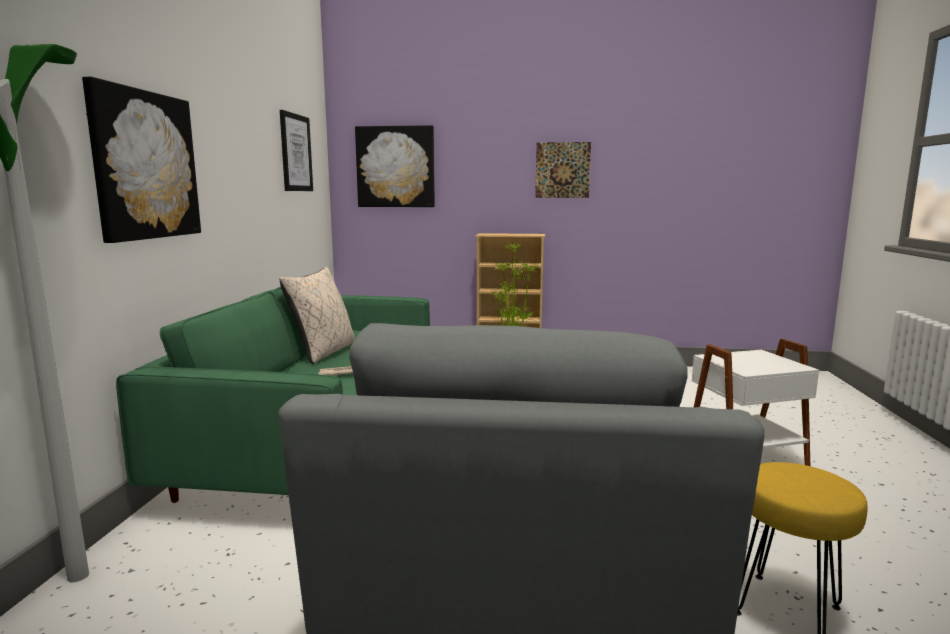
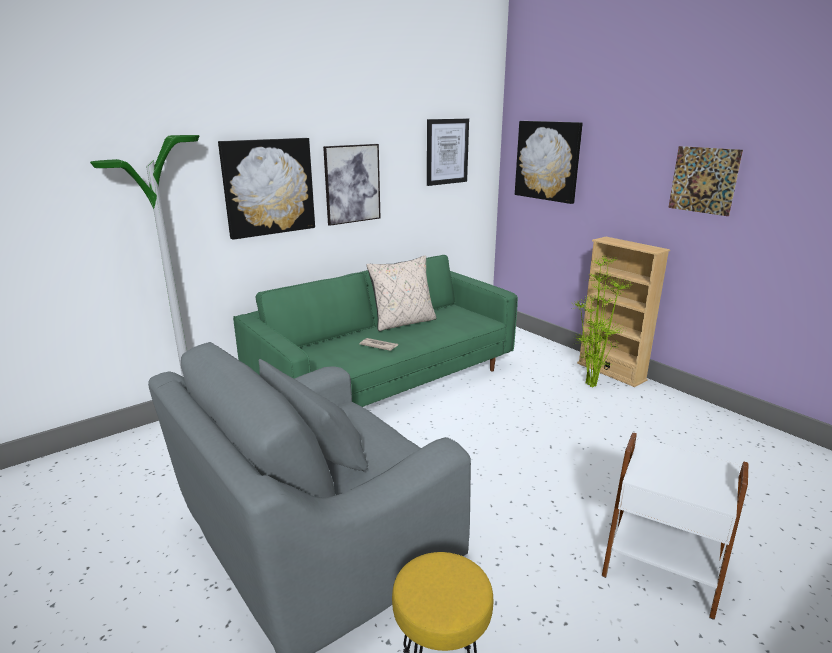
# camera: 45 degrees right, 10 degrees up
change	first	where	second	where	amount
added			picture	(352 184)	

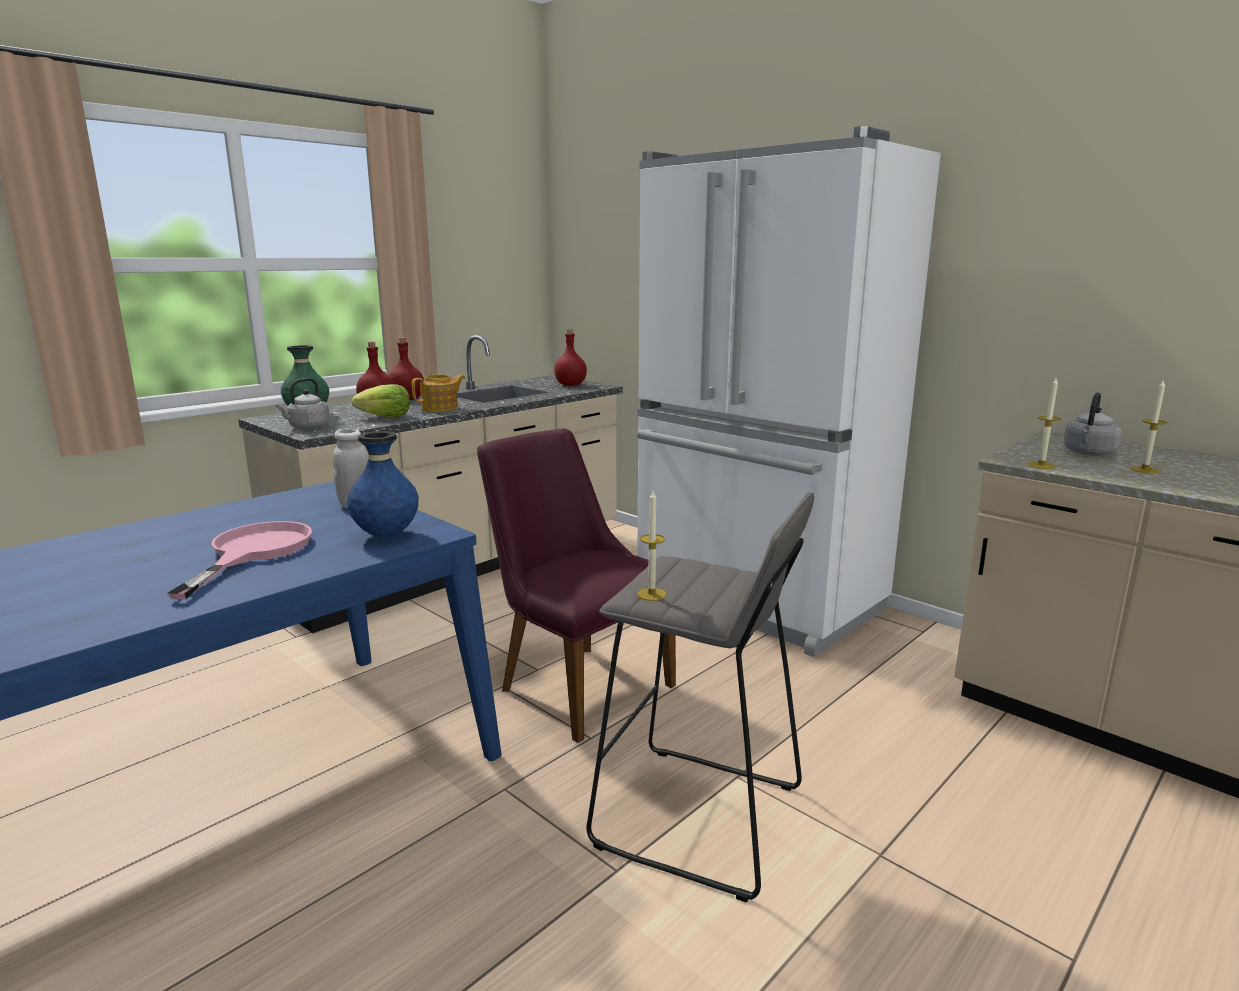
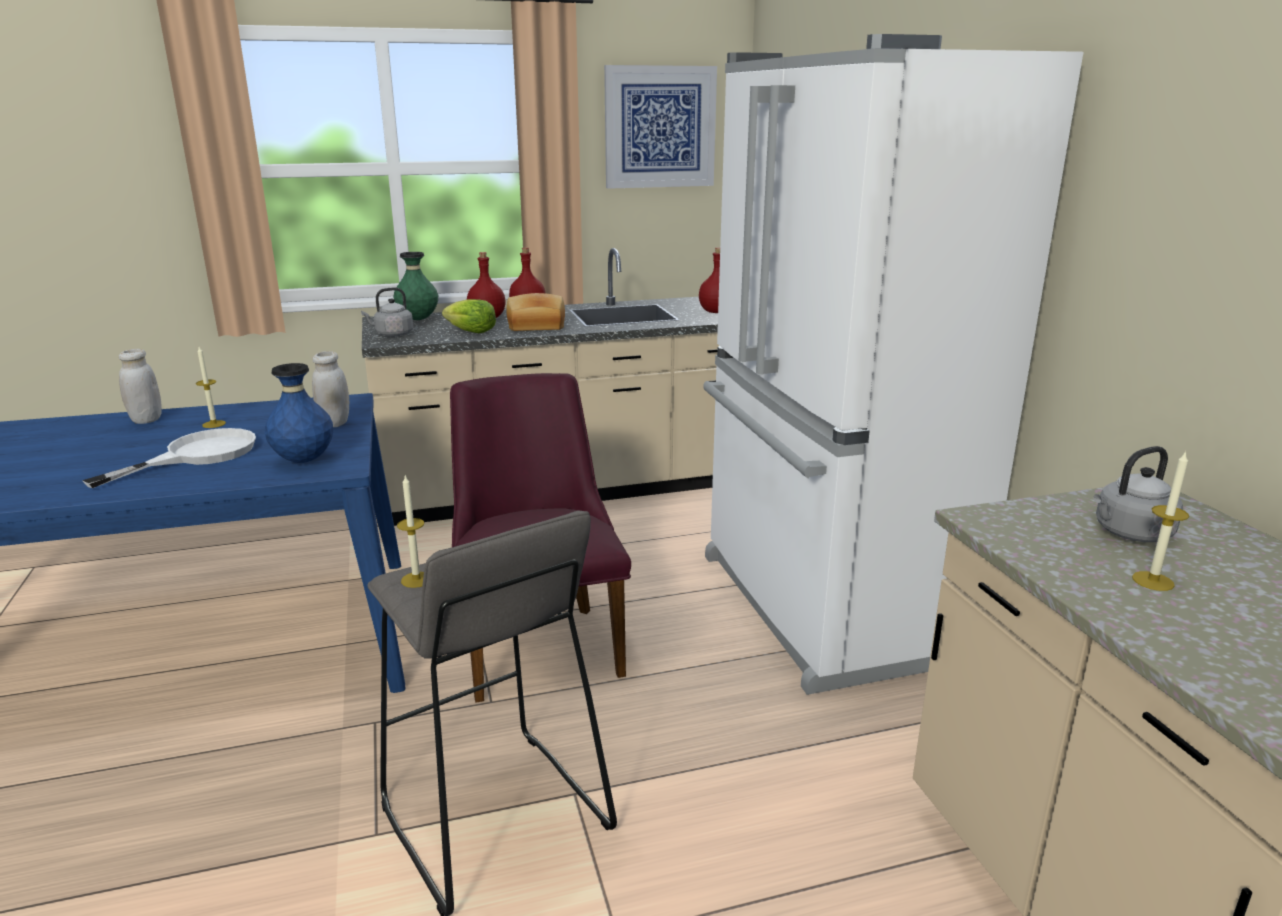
# camera: 30 degrees right, 5 degrees up
change	first	where	second	where	amount
recoloured	pink-coloured_frying_pan	(253 552)	white_frying_pan	(197 455)	
replaced	teapot	(441 408)	baked_bread	(536 327)	
moved	candle	(1041 465)		(214 424)	
added			white_jar	(146 420)	
added			picture	(660 127)	

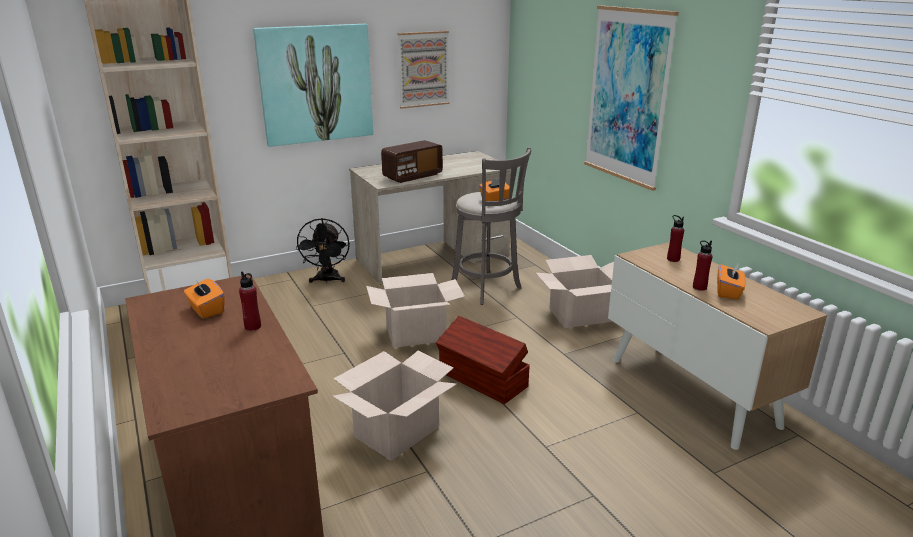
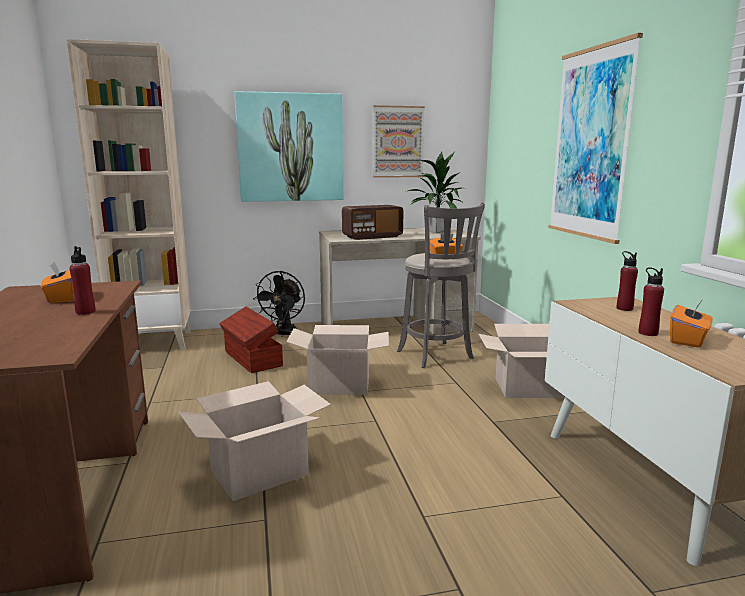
# camera: 15 degrees right, 10 degrees down
change	first	where	second	where	amount
moved	brownish_storage_box	(482 380)		(252 359)	
added			houseplant	(436 232)	

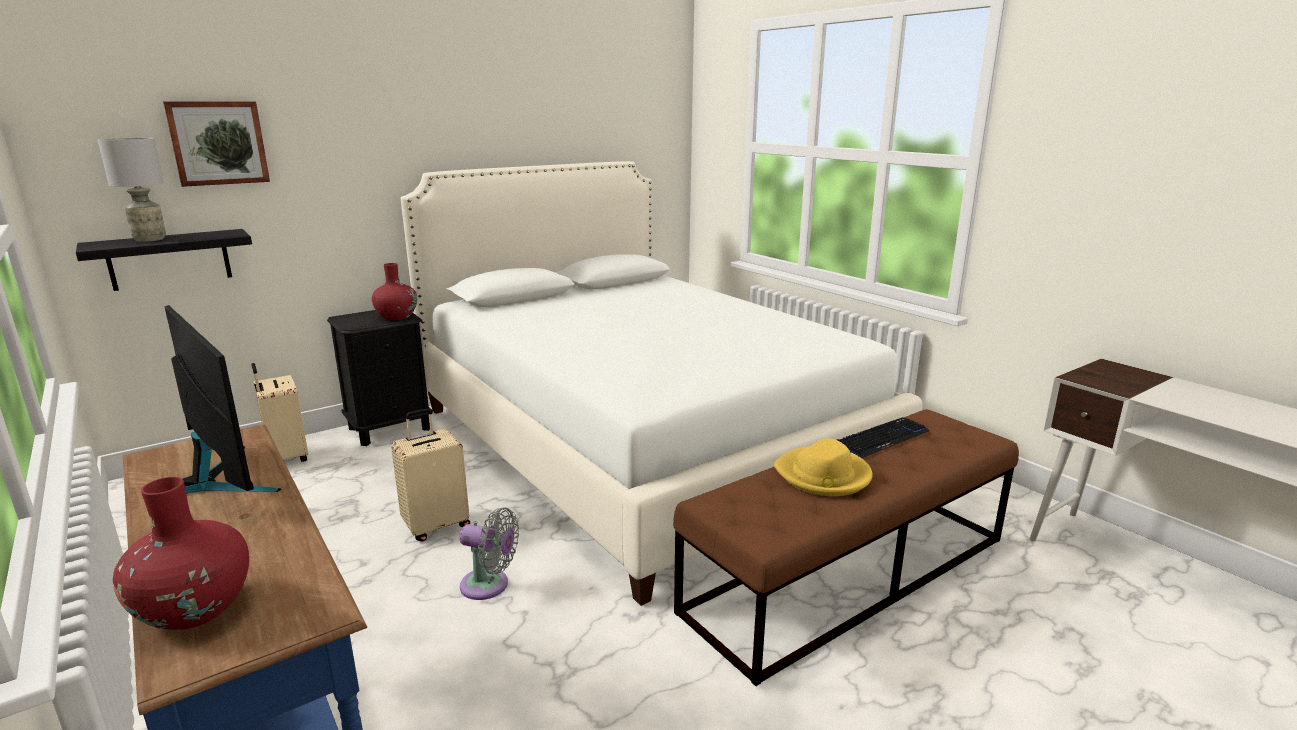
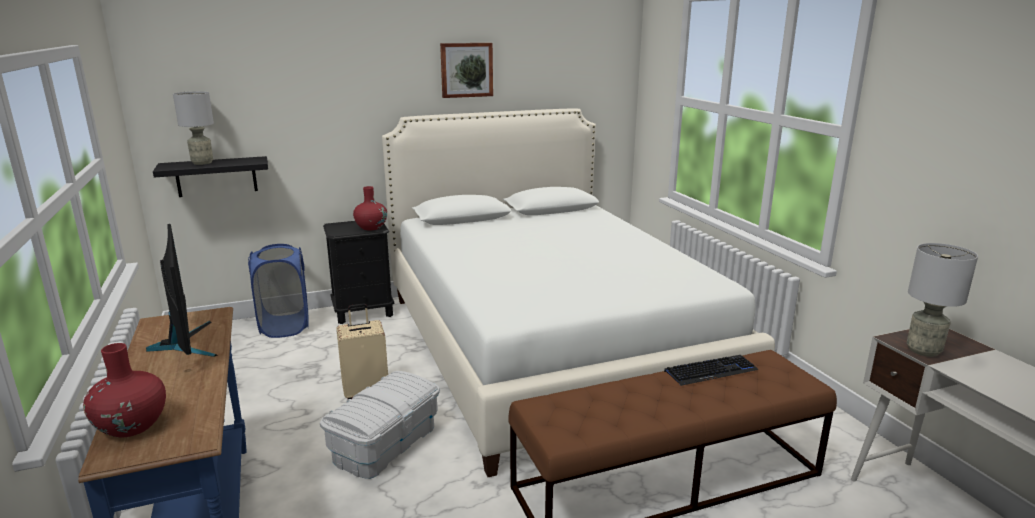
# camera: 15 degrees right, 0 degrees up
change	first	where	second	where	amount
moved	picture	(218 143)		(466 70)	
replaced	sand-coloured_piece_of_luggage	(286 458)	blue-coloured_hamper	(285 326)	
replaced	greyish_cooling_fan	(489 586)	white_storage_box	(385 443)	
removed	yellow_hat	(823 475)			
added			greyish_table_lamp	(923 350)	

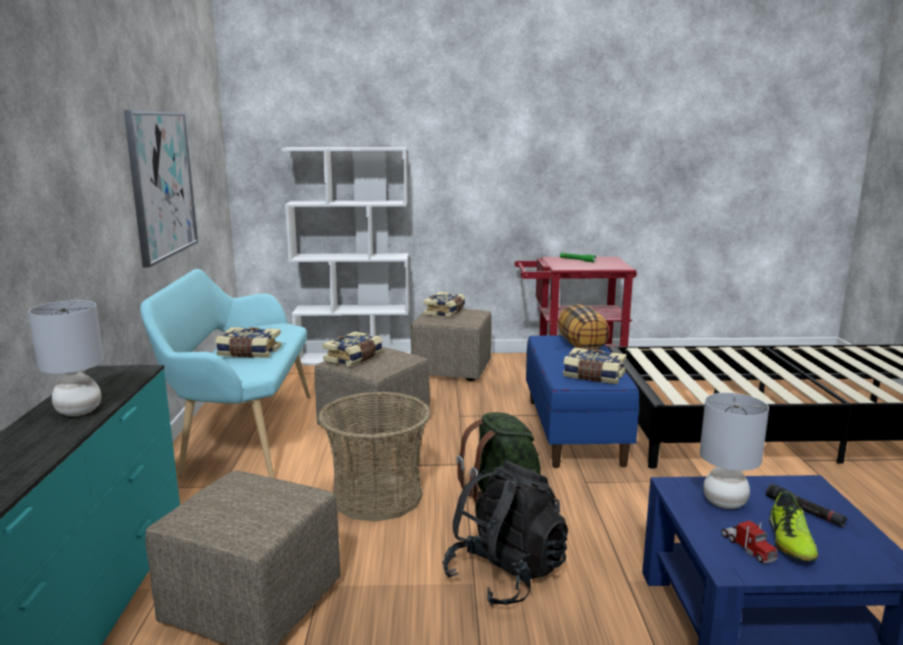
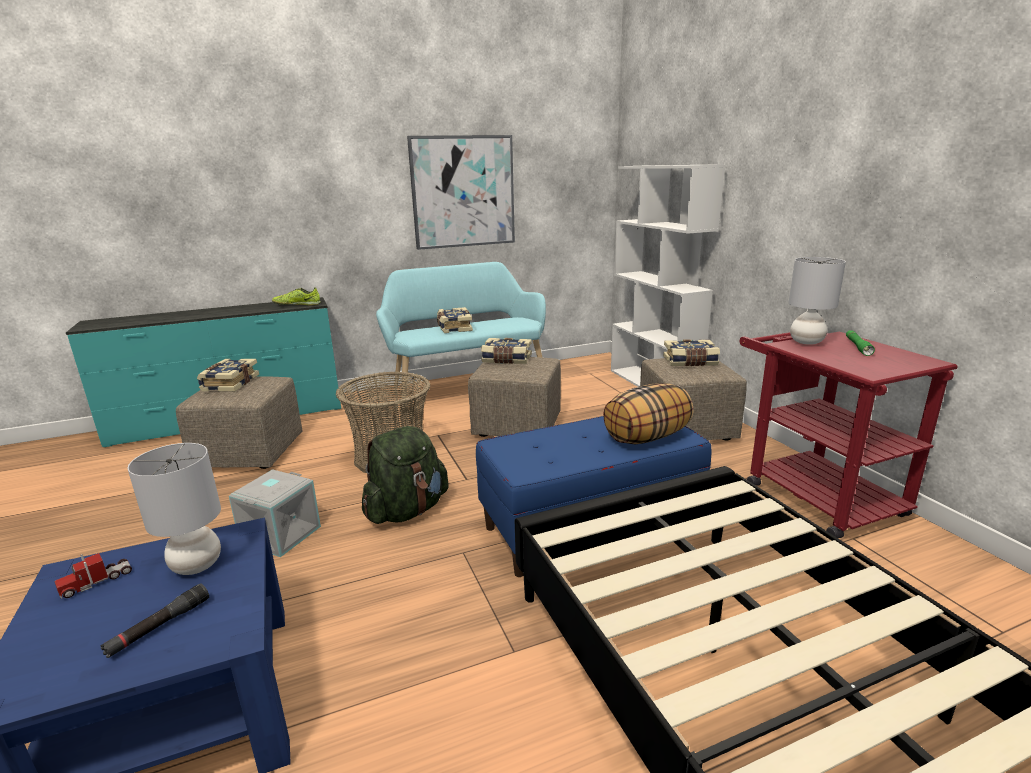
# camera: 70 degrees right, 5 degrees up
change	first	where	second	where	amount
moved	greyish_table_lamp	(78 411)		(806 342)	
replaced	black-coloured_rucksack	(505 575)	greyish_storage_box	(280 534)	
moved	bound_book	(593 376)		(229 384)	
moved	item_of_footwear	(790 542)		(297 305)	

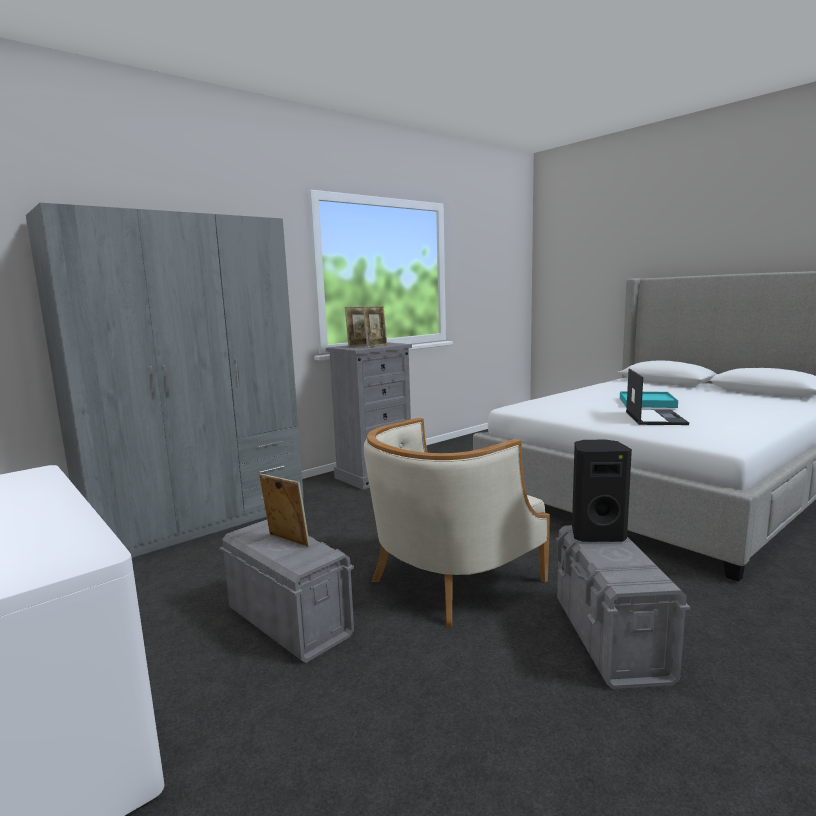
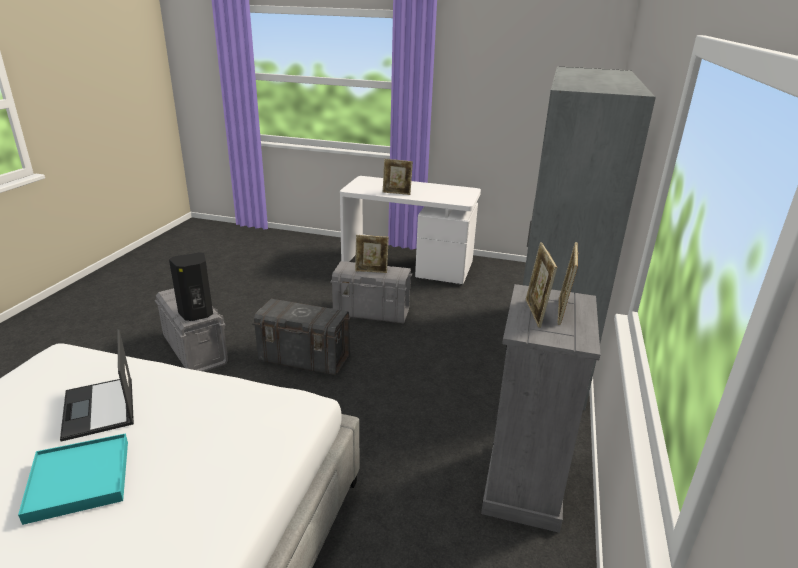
# camera: 145 degrees right, 15 degrees up
change	first	where	second	where	amount
replaced	sand-coloured_lounge_chair	(451 580)	greyish_storage_box	(304 359)	
added			standing_frame	(397 193)	

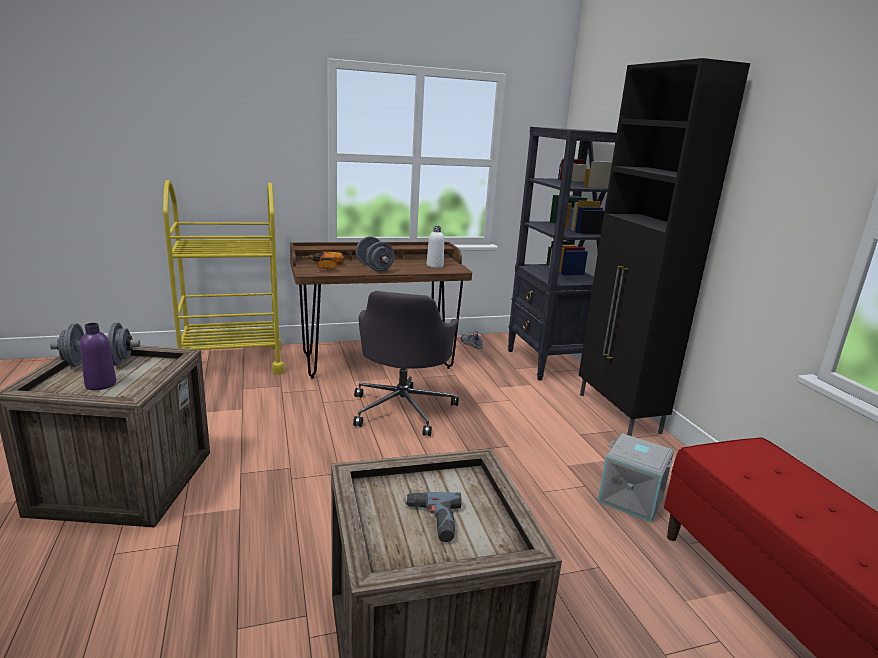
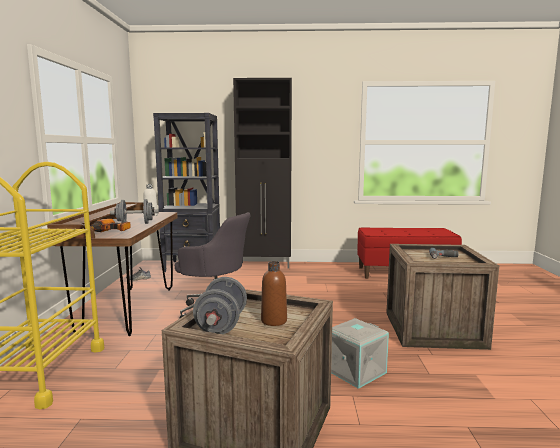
# camera: 70 degrees left, 10 degrees down
change	first	where	second	where	amount
recoloured	purple_drink_bottle	(101 384)	brownish_drink_bottle	(274 321)	
moved	greyish_storage_box	(631 498)		(355 370)	

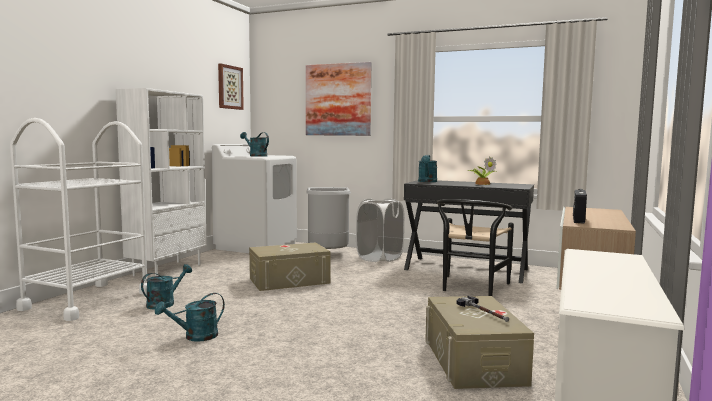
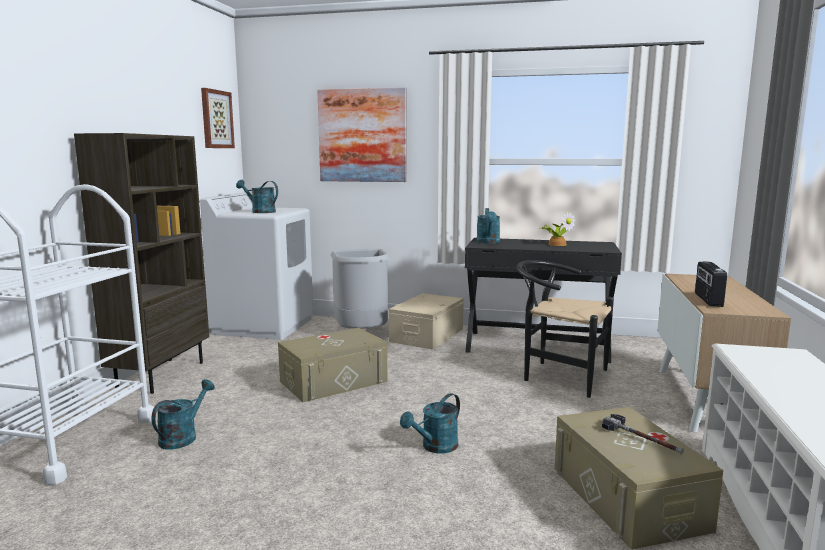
# camera: 10 degrees left, 5 degrees up
change	first	where	second	where	amount
recoloured	white_bookcase	(167 269)	brownish_bookcase	(161 375)	
moved	turquoise-coloured_watering_pot	(195 337)		(435 447)	
replaced	white_hamper	(379 258)	sand-coloured_storage_box	(427 335)	
turned	black-coloured_upright_chair	(471 288)		(558 375)	105 degrees clockwise

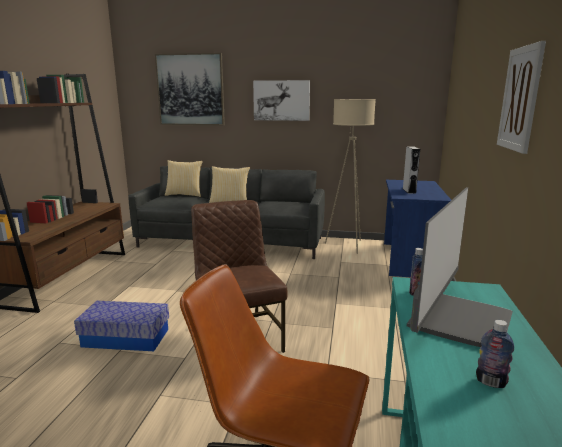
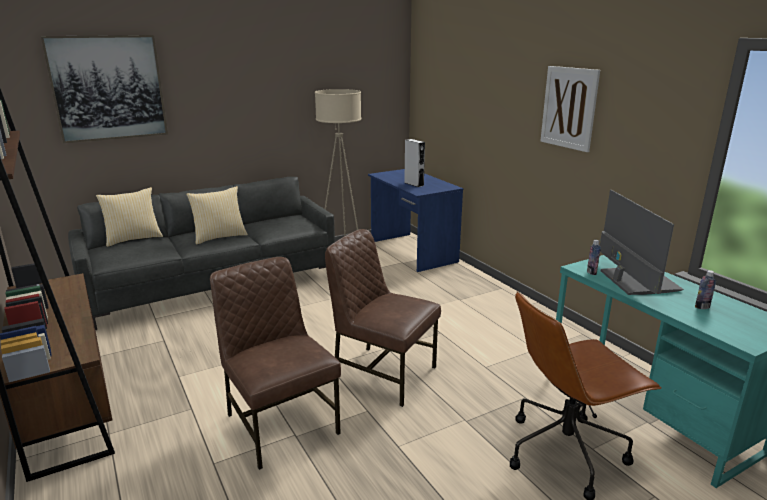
# camera: 40 degrees left, 5 degrees up
change	first	where	second	where	amount
replaced	storage_box	(126 338)	brownish_upright_chair	(280 423)	
removed	picture	(281 100)			

